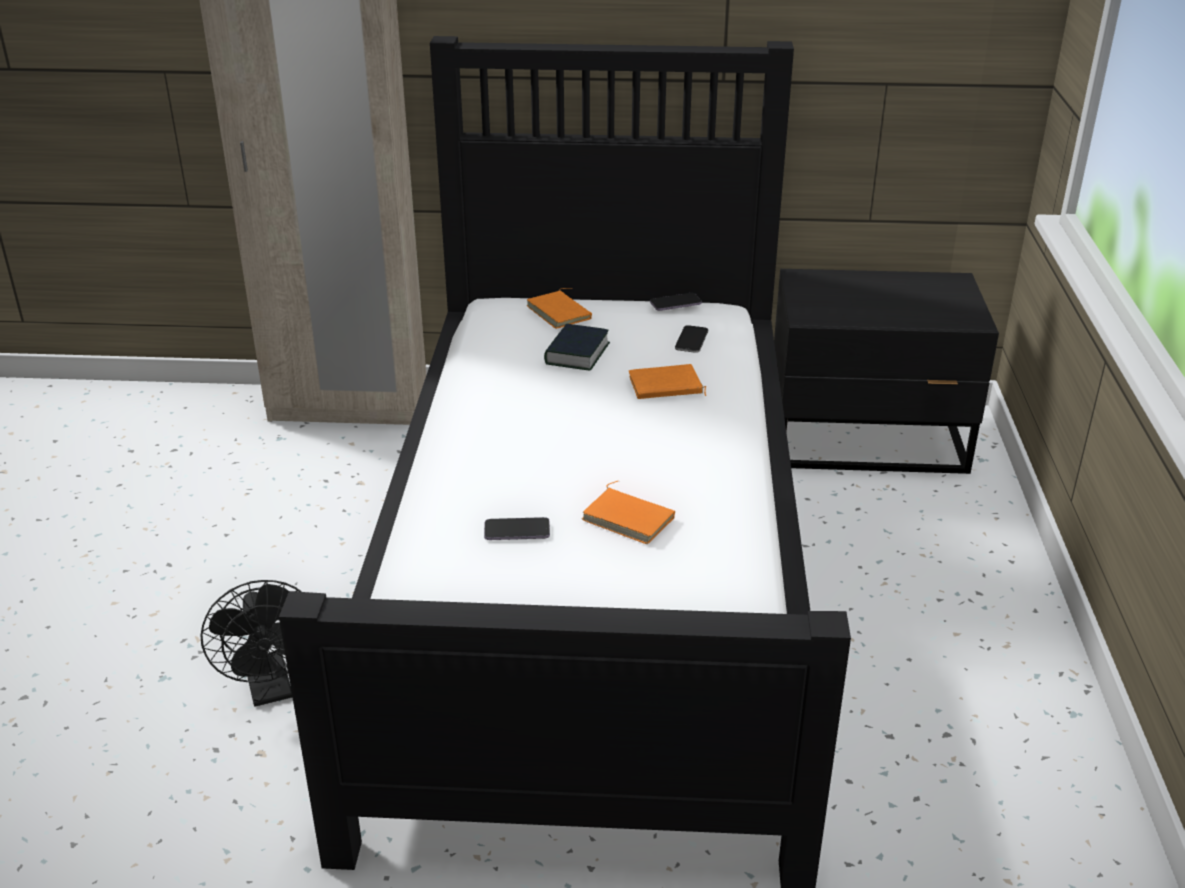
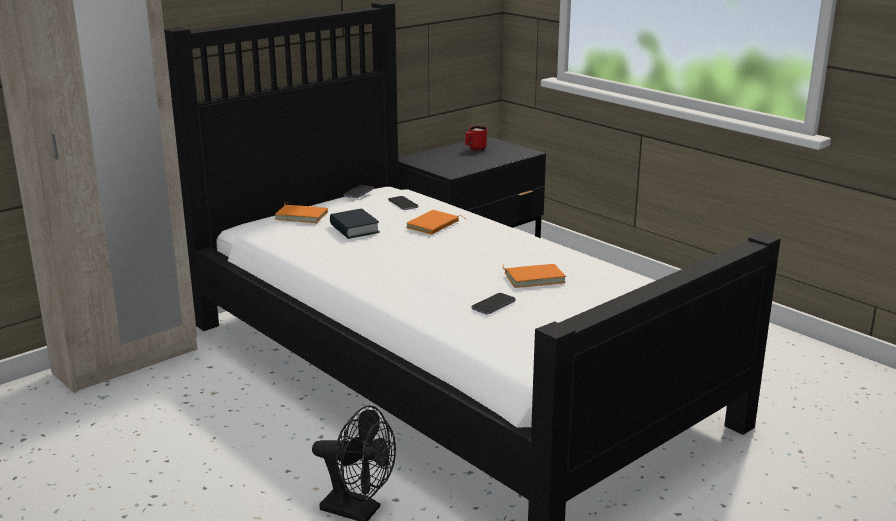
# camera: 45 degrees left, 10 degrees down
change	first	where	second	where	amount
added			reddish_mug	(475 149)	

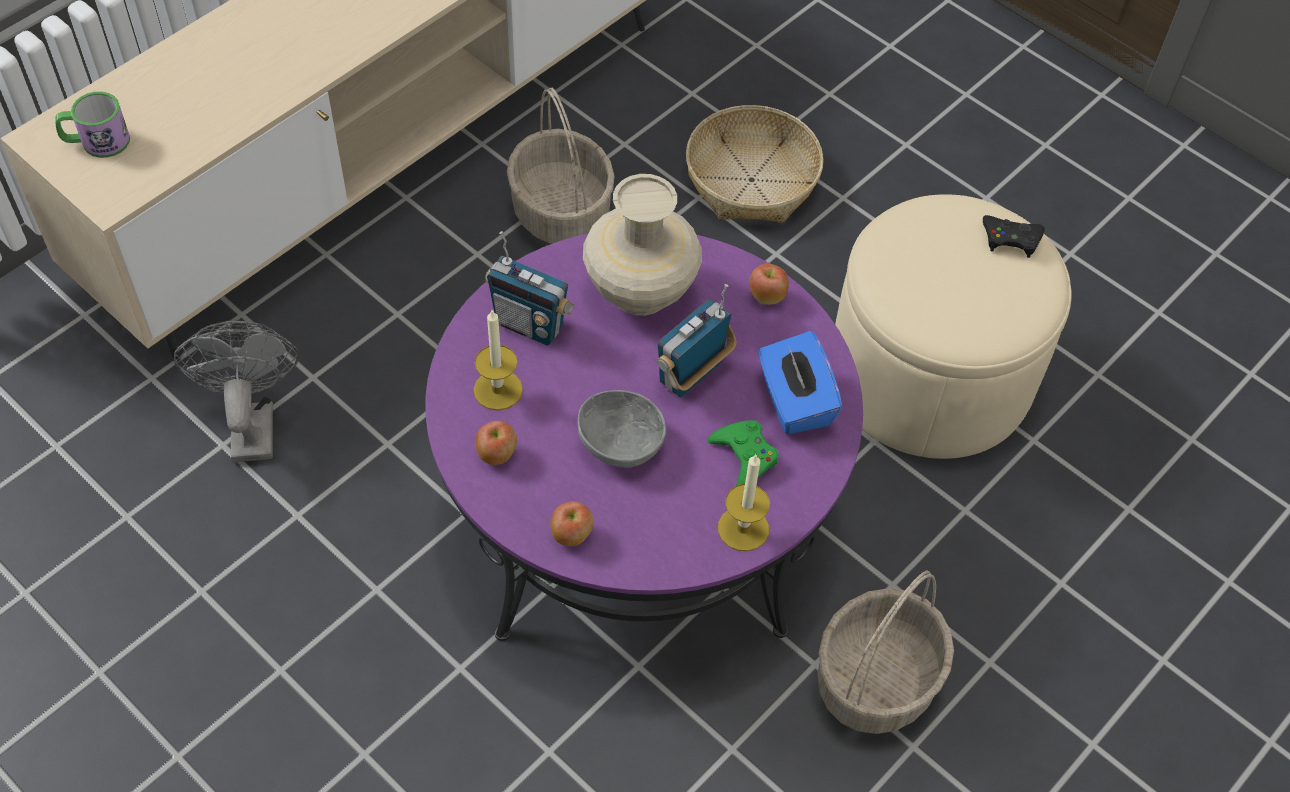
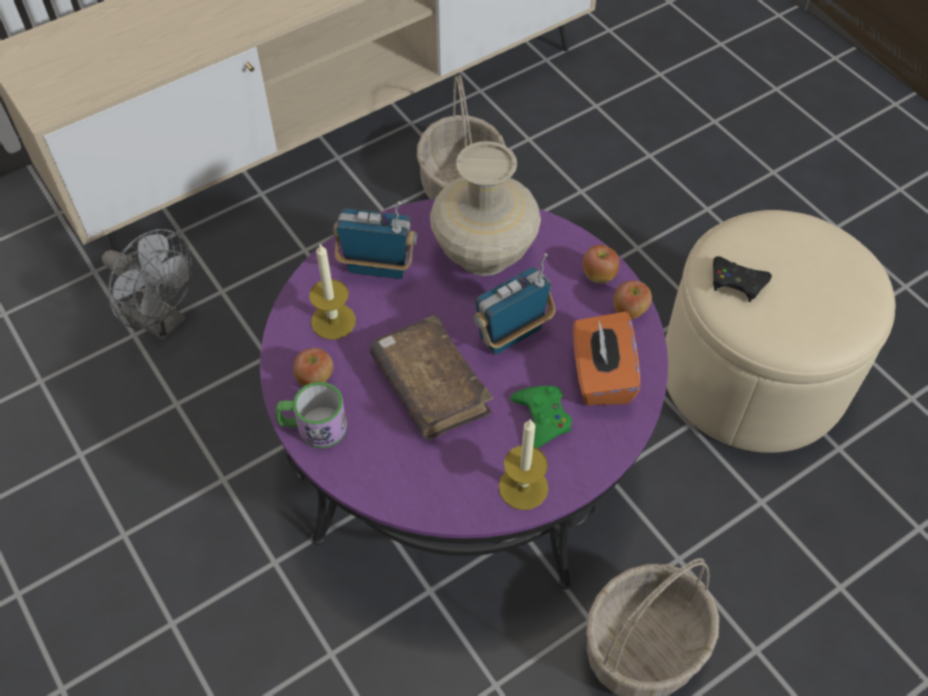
# camera: 15 degrees right, 0 degrees up
change	first	where	second	where	amount
moved	mug	(96 142)		(313 427)	
turned	greyish_cooling_fan	(251 423)		(162 321)	120 degrees clockwise
turned	radio	(530 325)		(378 268)	150 degrees clockwise
moved	apple_fruit	(572 535)		(630 311)	
replaced	greyish_deep_dish	(621 442)	brownish_bound_book	(430 386)	
removed	basket	(751 179)			
recoloured	blue-coloured_tissue_box	(794 402)	orange-coloured_tissue_box	(601 376)	
moved	black-coloured_game_controller	(1011 239)		(737 282)	

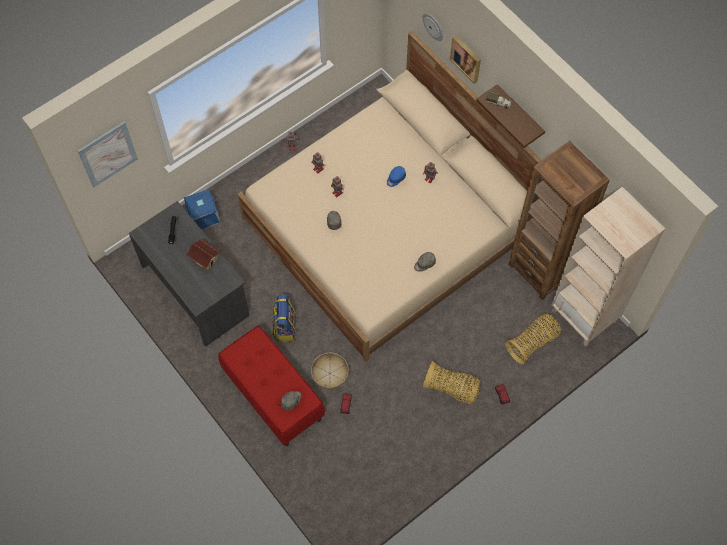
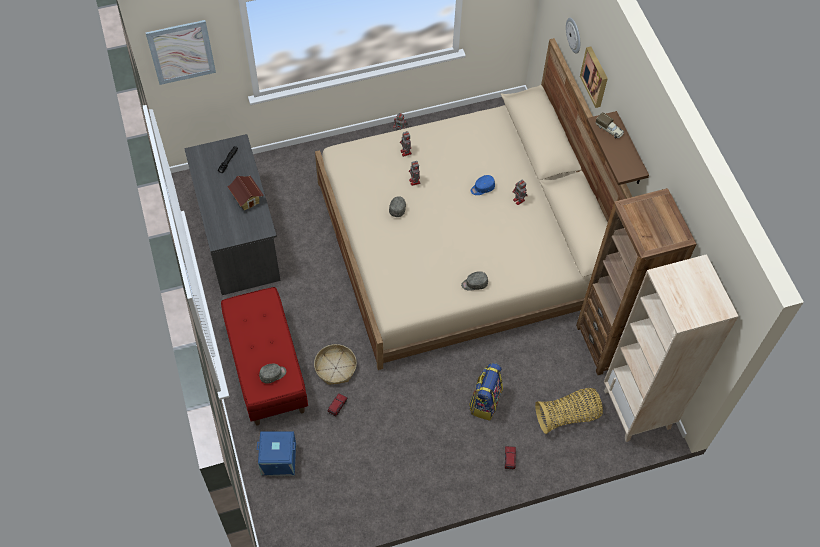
# camera: 20 degrees right, 5 degrees down
change	first	where	second	where	amount
moved	blue-coloured_storage_box	(203 217)		(278 460)	
moved	rucksack	(284 327)		(485 401)	
removed	basket	(452 388)			

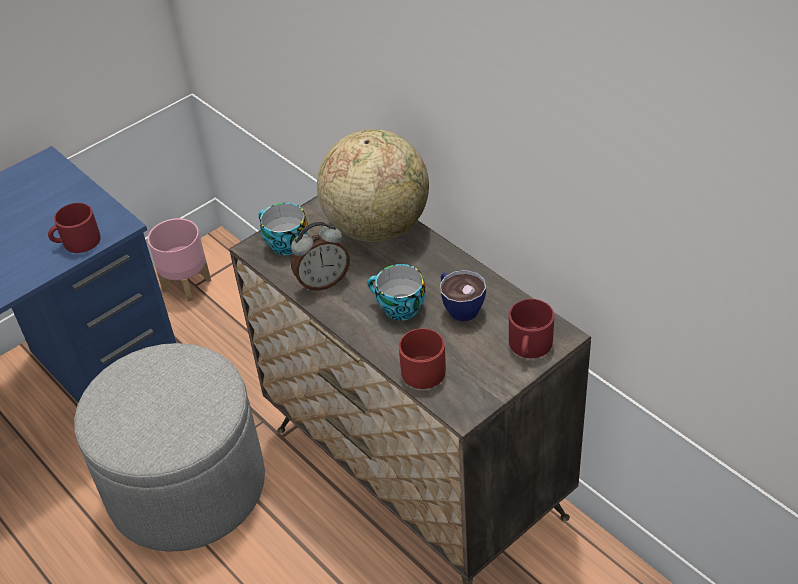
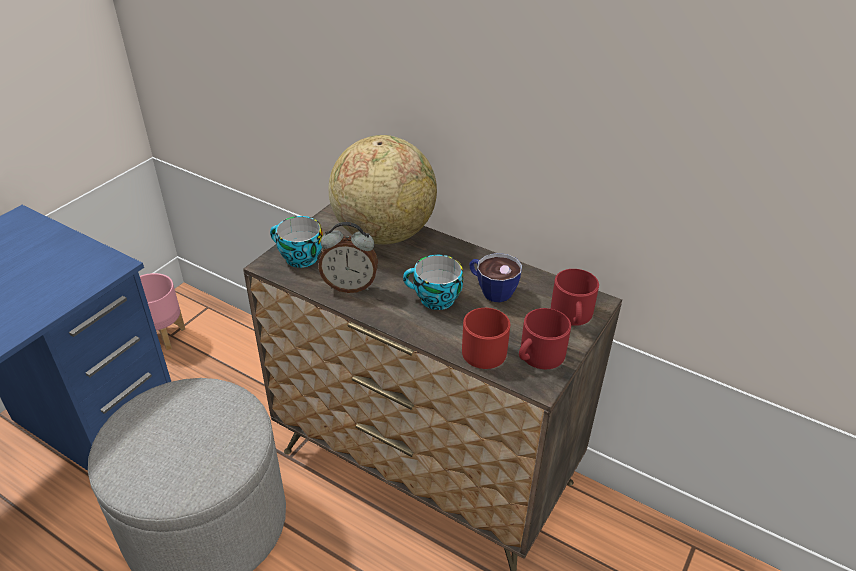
# camera: 20 degrees left, 5 degrees down
change	first	where	second	where	amount
moved	reddish_mug	(77 242)		(538 356)	
turned	alarm_clock	(322 282)		(350 286)	45 degrees clockwise

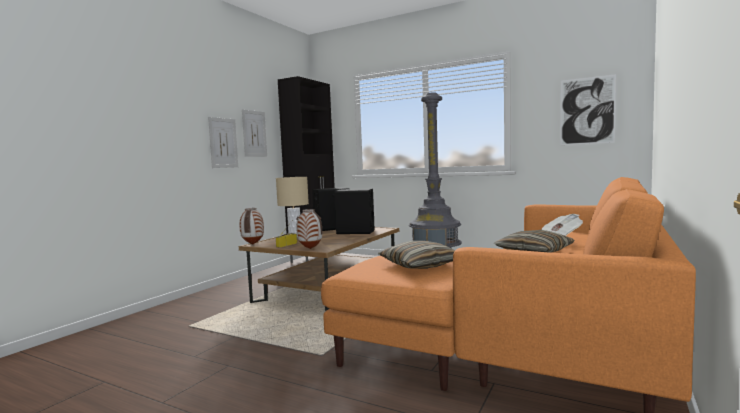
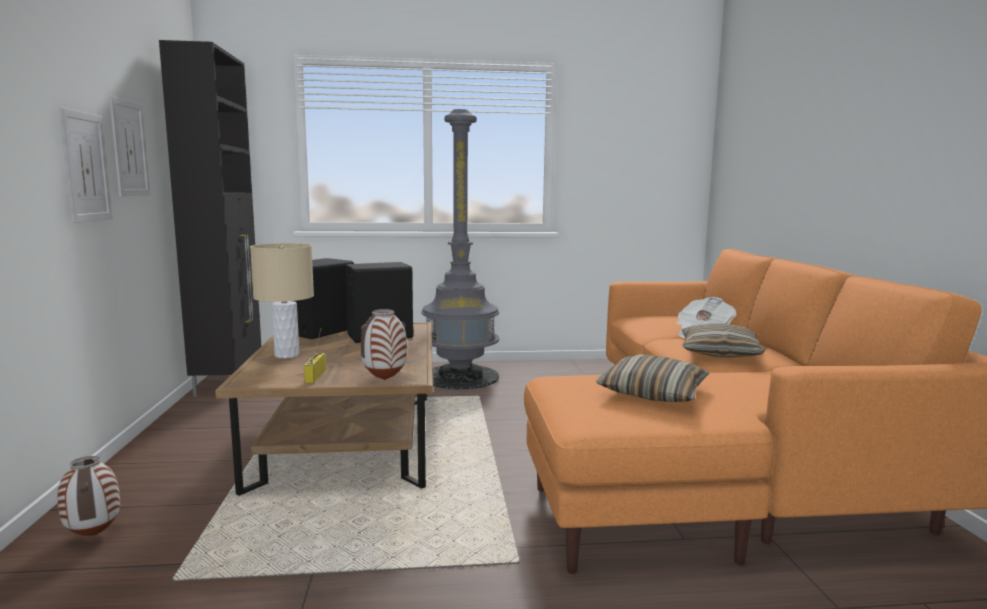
# camera: 35 degrees left, 5 degrees up
change	first	where	second	where	amount
moved	vase	(252 244)		(93 535)	
removed	picture	(587 111)			

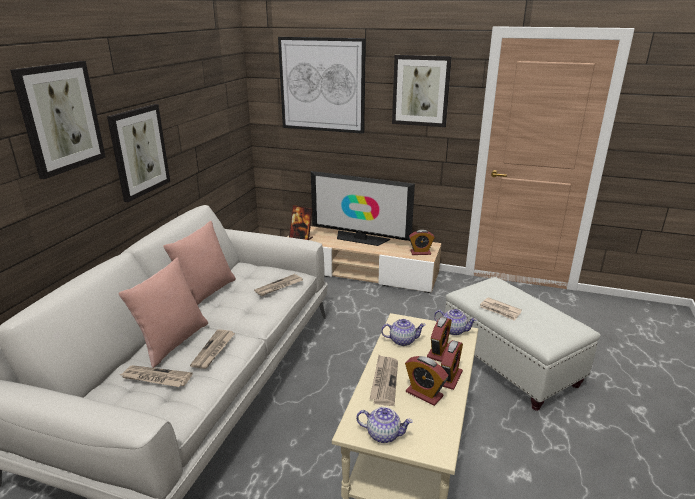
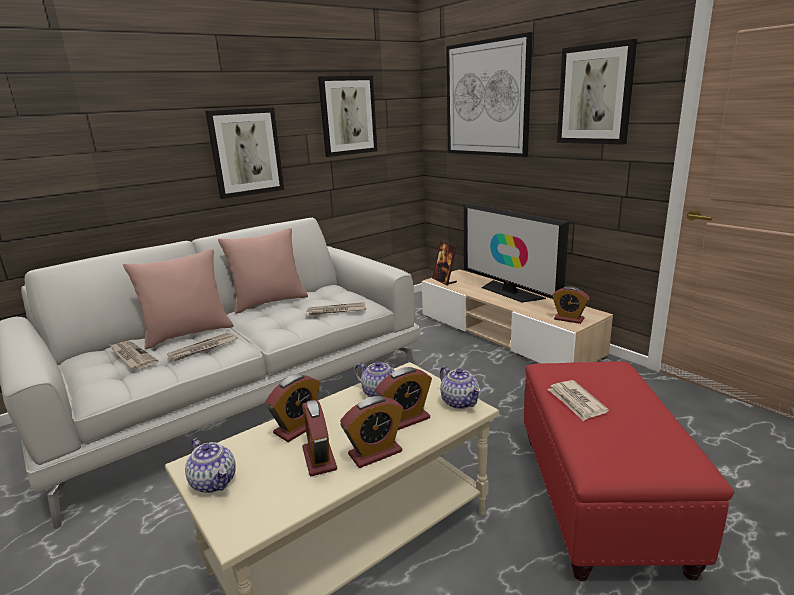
# camera: 35 degrees right, 5 degrees down
change	first	where	second	where	amount
moved	picture	(60 118)		(348 116)	
replaced	newspaper	(384 381)	alarm_clock	(298 428)	
recoloured	white_footrest	(510 364)	reddish_footrest	(600 500)	

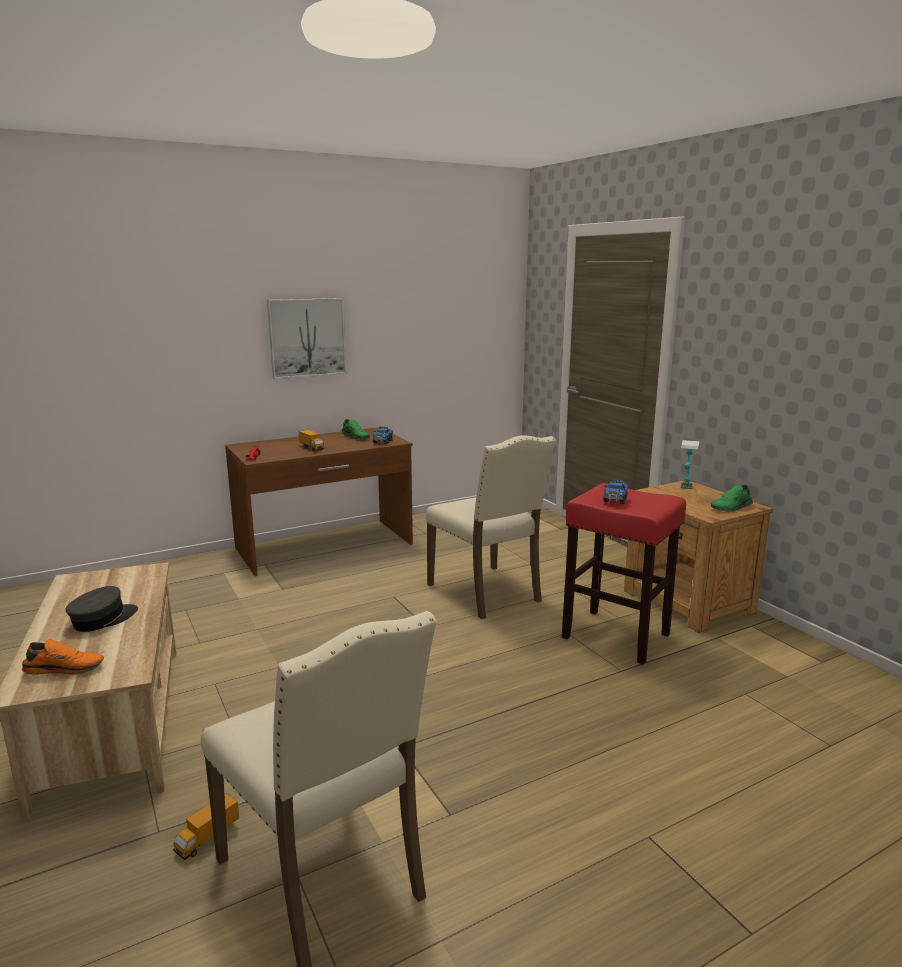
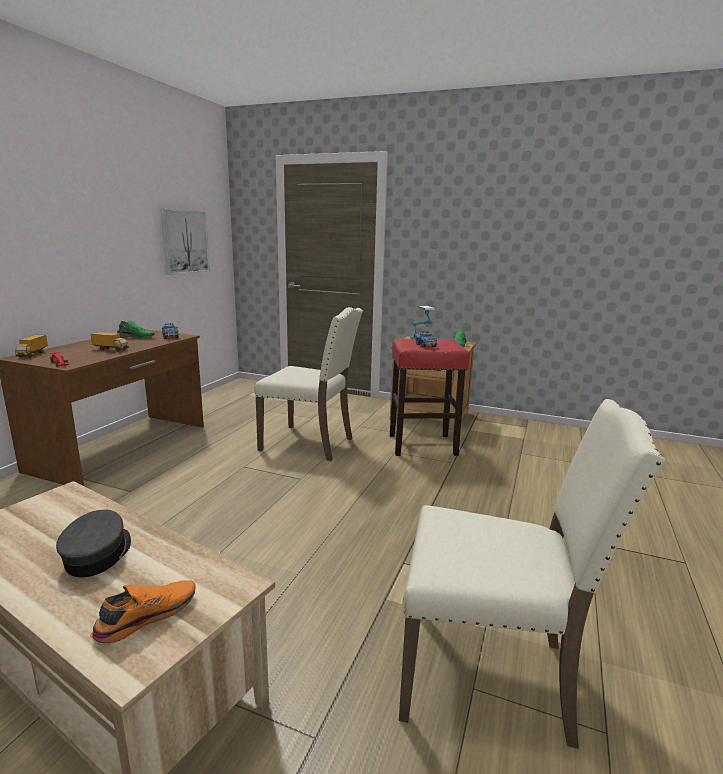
# camera: 40 degrees left, 0 degrees up
change	first	where	second	where	amount
moved	model_truck	(207 839)		(32 354)	
moved	picture	(307 338)		(185 242)	

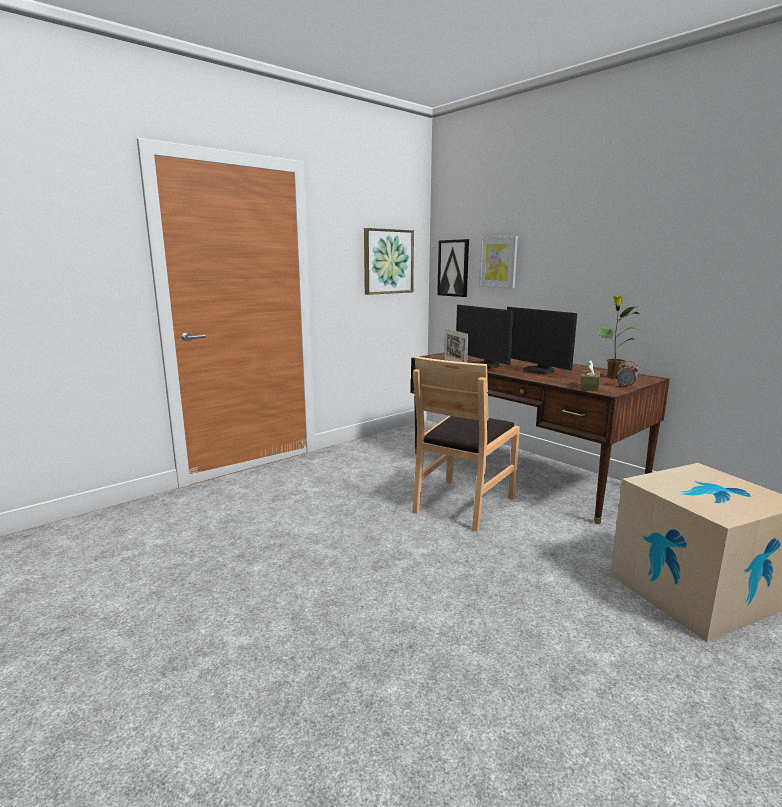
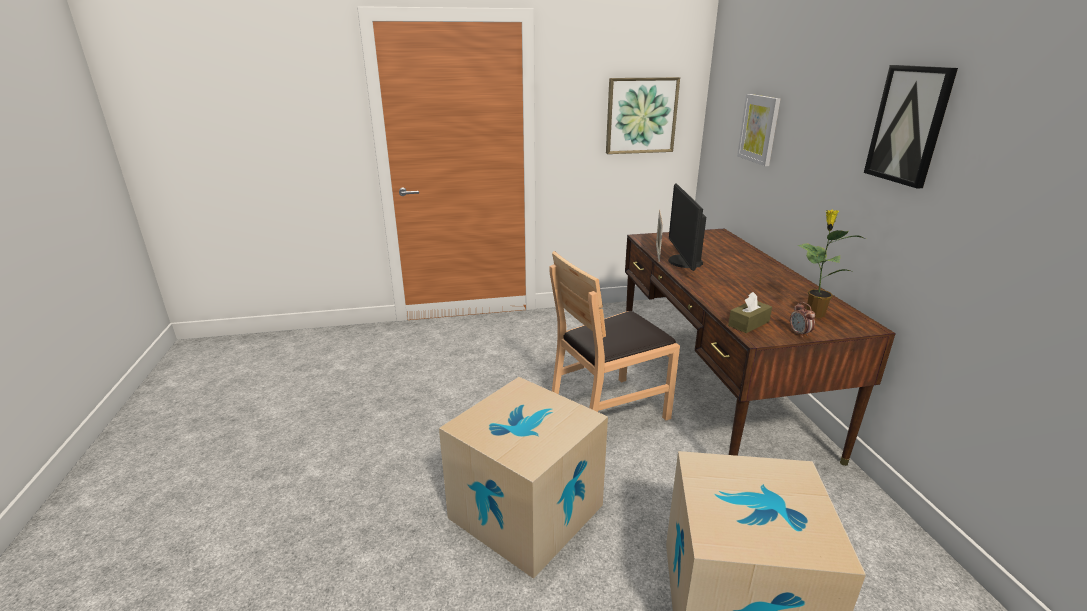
# camera: 30 degrees right, 10 degrees up
change	first	where	second	where	amount
moved	picture	(453 268)		(909 125)	
removed	monitor	(537 371)			
added			packing_box	(526 511)	

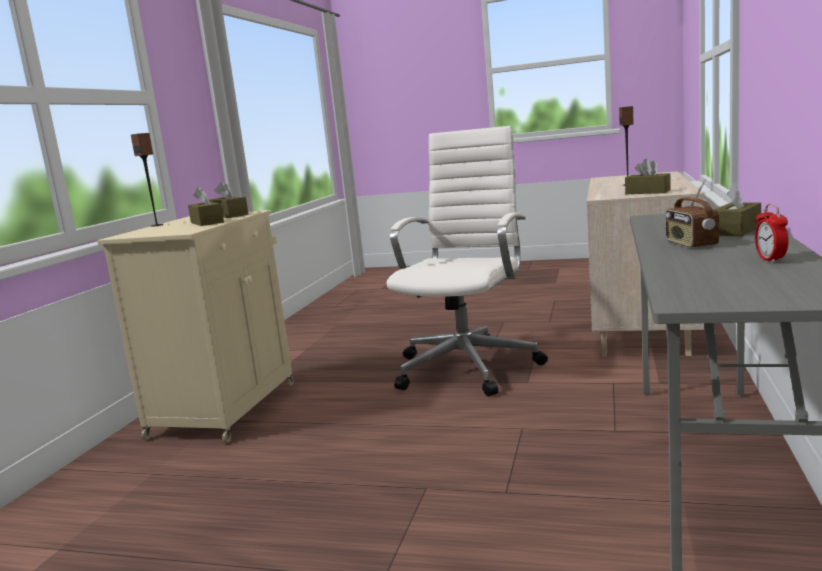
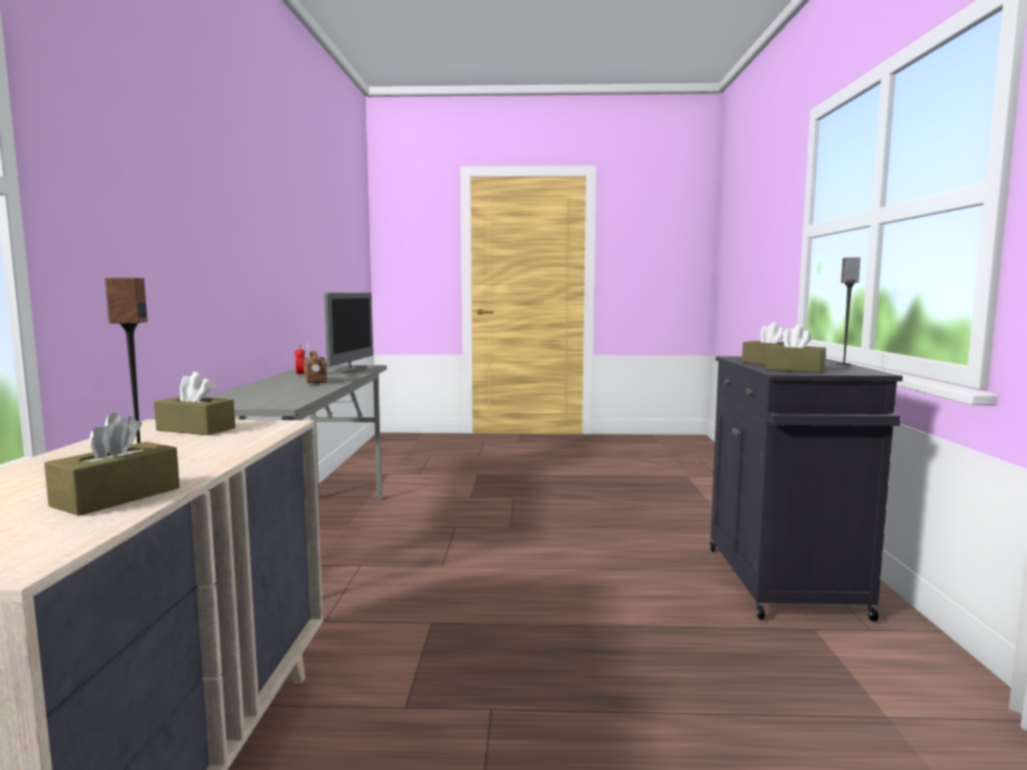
# camera: 165 degrees right, 5 degrees down
change	first	where	second	where	amount
recoloured	sand-coloured_cupboard	(226 408)	black-coloured_cupboard	(785 583)	
removed	white_desk_chair	(468 366)			
moved	brownish_tissue_box	(736 230)		(117 497)	
added			monitor	(351 370)	

